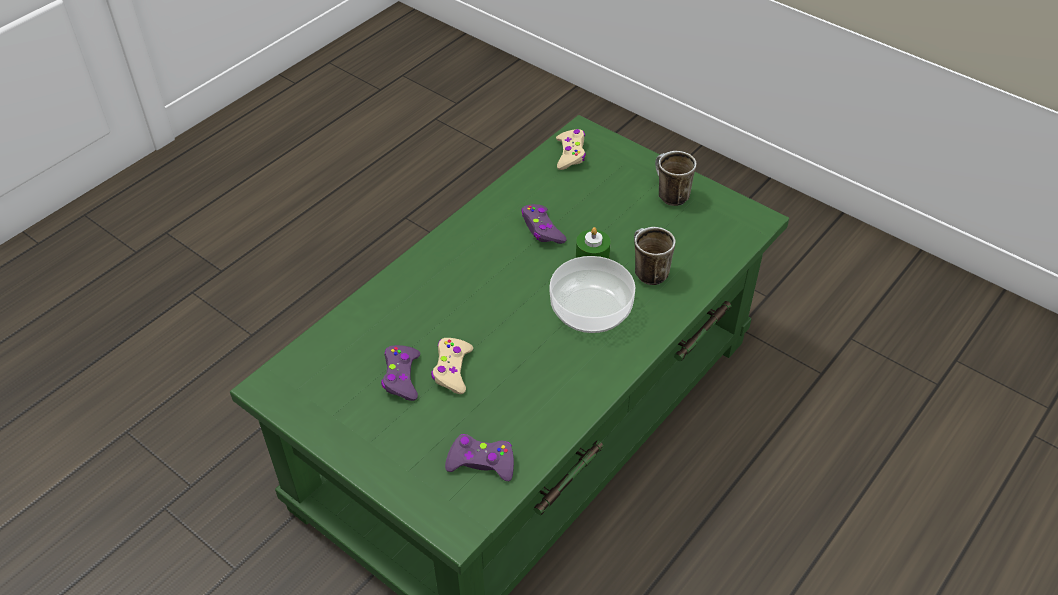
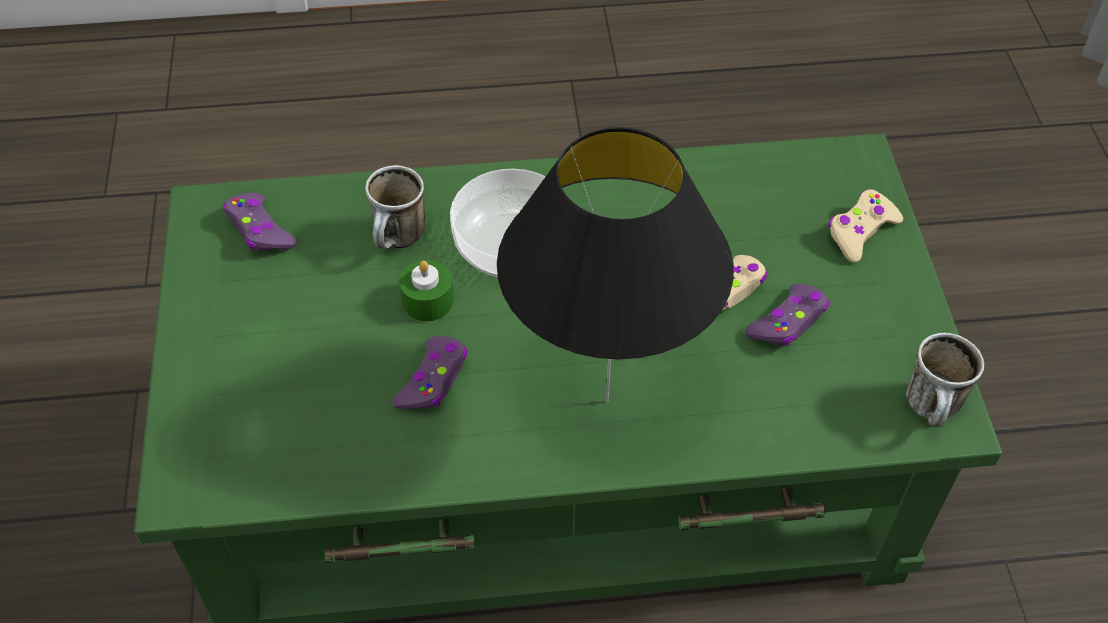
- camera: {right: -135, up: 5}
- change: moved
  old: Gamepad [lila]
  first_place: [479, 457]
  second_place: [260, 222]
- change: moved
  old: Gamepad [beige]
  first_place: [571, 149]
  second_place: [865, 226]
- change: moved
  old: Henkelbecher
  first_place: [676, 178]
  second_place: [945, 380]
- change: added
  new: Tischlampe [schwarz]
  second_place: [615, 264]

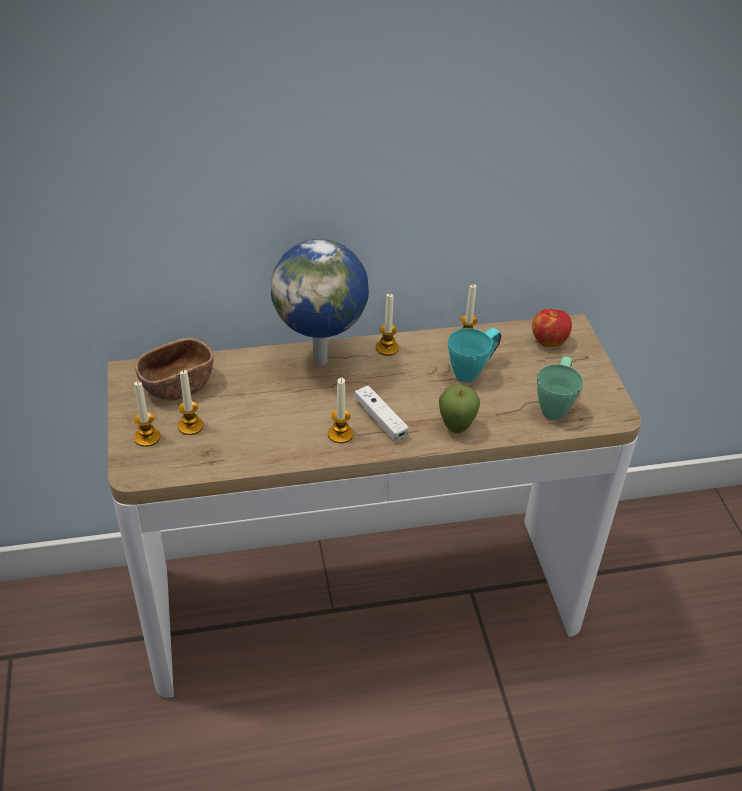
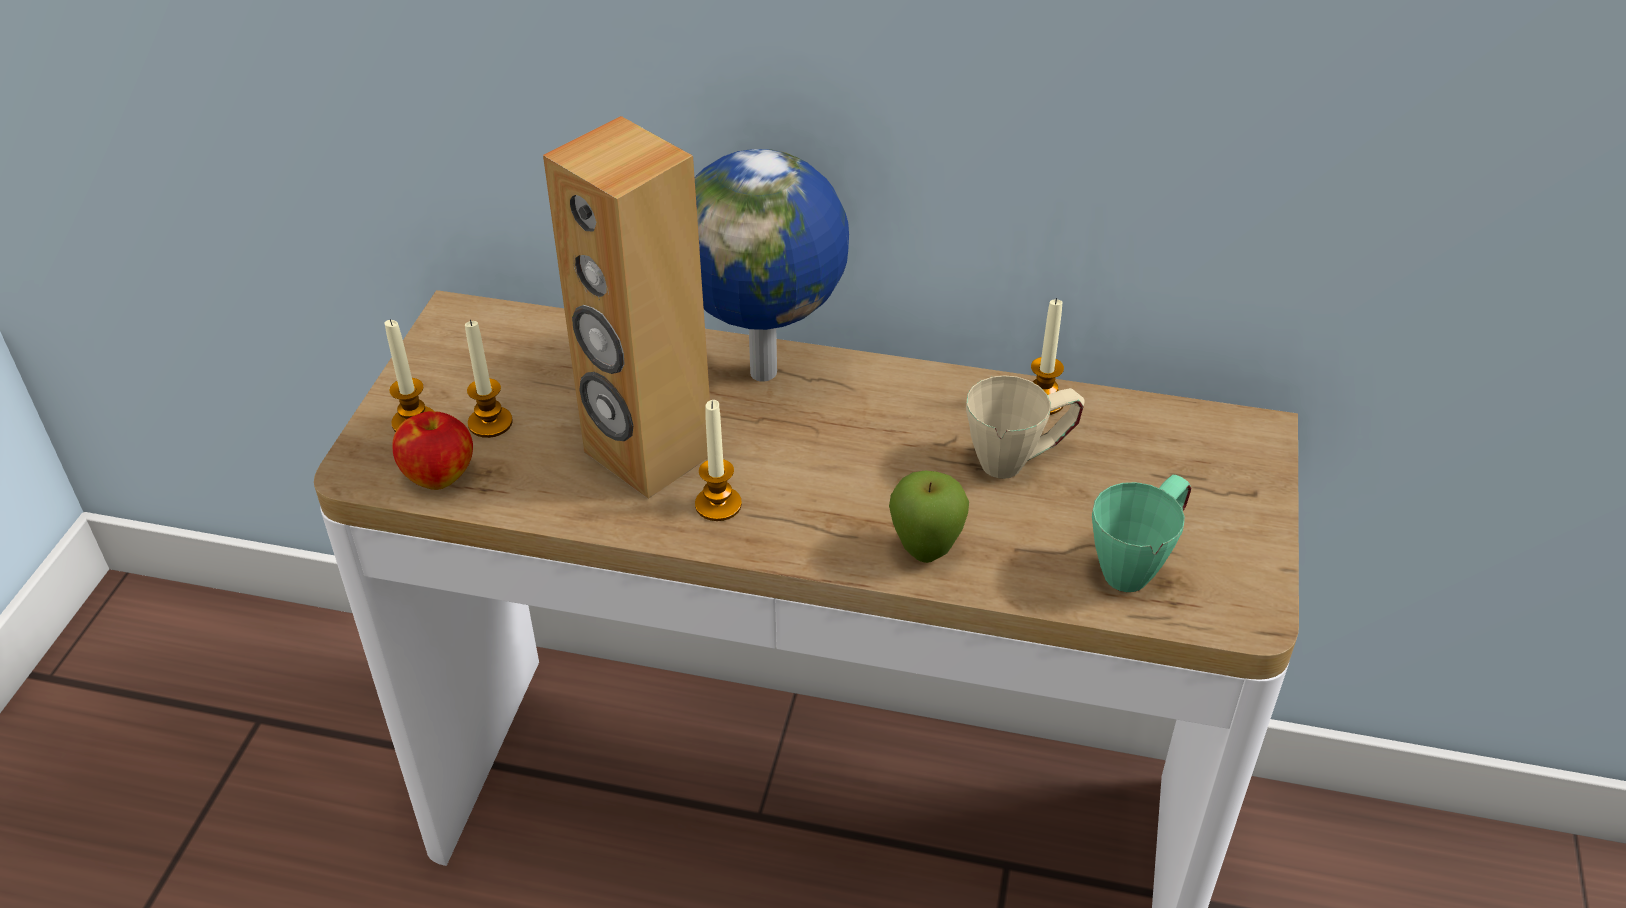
- camera: {right: 25, up: 0}
- change: removed
  old: Schüssel [braun]
  first_place: [174, 369]
- change: removed
  old: Gamepad [weiß]
  first_place: [382, 413]
- change: removed
  old: Kerze
  first_place: [387, 325]
- change: recoloured
  old: Henkelbecher [türkis]
  new: Henkelbecher [beige]
  first_place: [474, 355]
  second_place: [1025, 427]
- change: moved
  old: Apfel
  first_place: [552, 328]
  second_place: [432, 450]
- change: added
  new: Lautsprecher [braun]
  second_place: [626, 307]

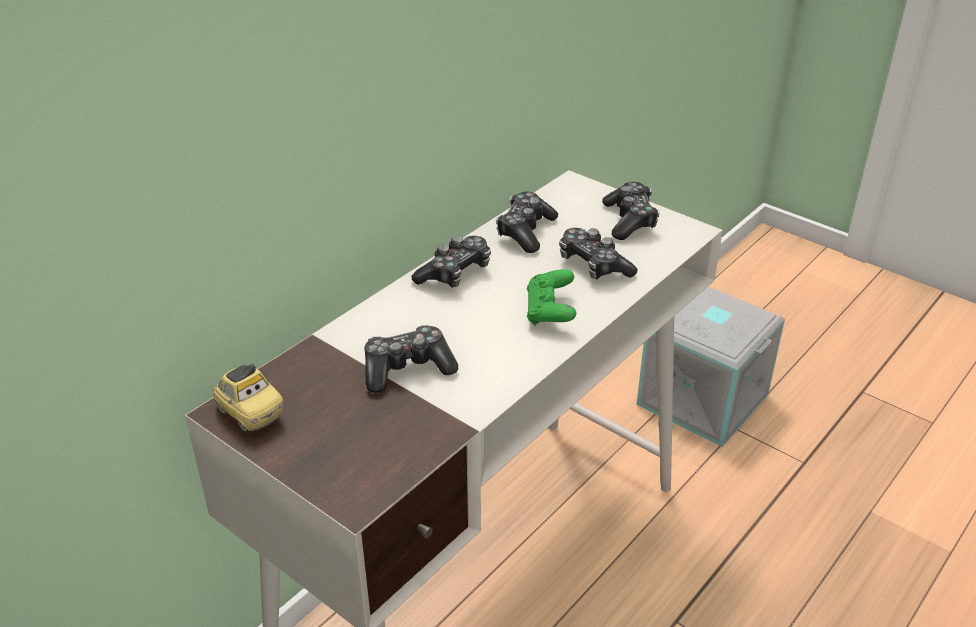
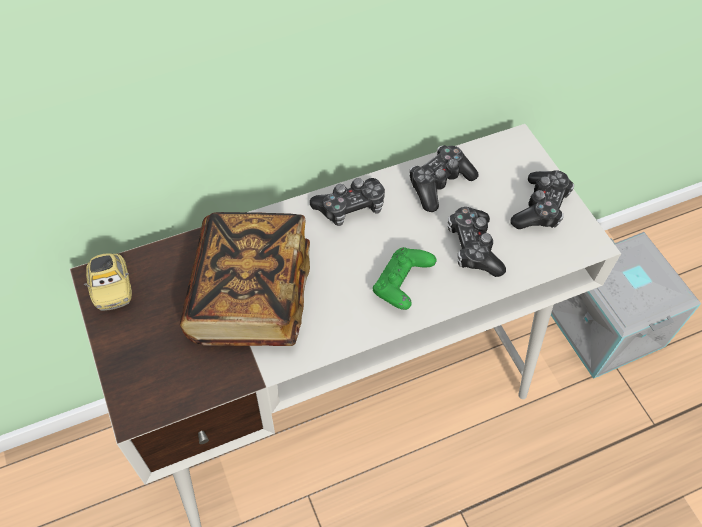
- camera: {right: 25, up: 20}
- change: replaced
  old: Gamepad
  new: Buch
  first_place: [411, 359]
  second_place: [245, 279]

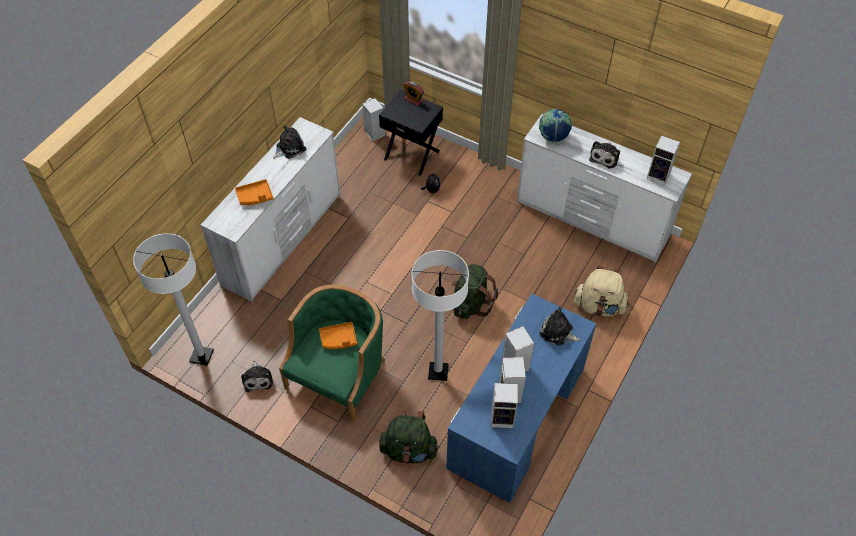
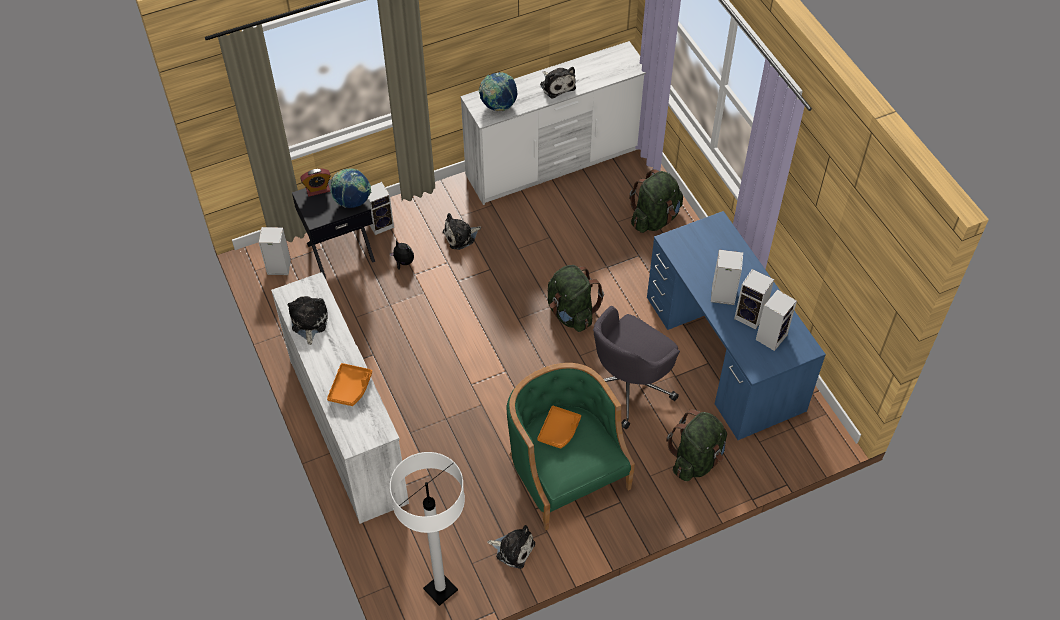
- camera: {right: -55, up: 0}
- change: replaced
  old: Stehlampe [weiß]
  new: Bürostuhl [grau]
  first_place: [440, 315]
  second_place: [636, 367]
- change: moved
  old: Plüschtier
  first_place: [560, 326]
  second_place: [462, 231]
- change: recoloured
  old: Rucksack [beige]
  new: Rucksack [grün]
  first_place: [602, 291]
  second_place: [656, 201]
- change: moved
  old: Lautsprecher
  first_place: [663, 161]
  second_place: [380, 208]
- change: added
  new: Globus
  second_place: [351, 188]

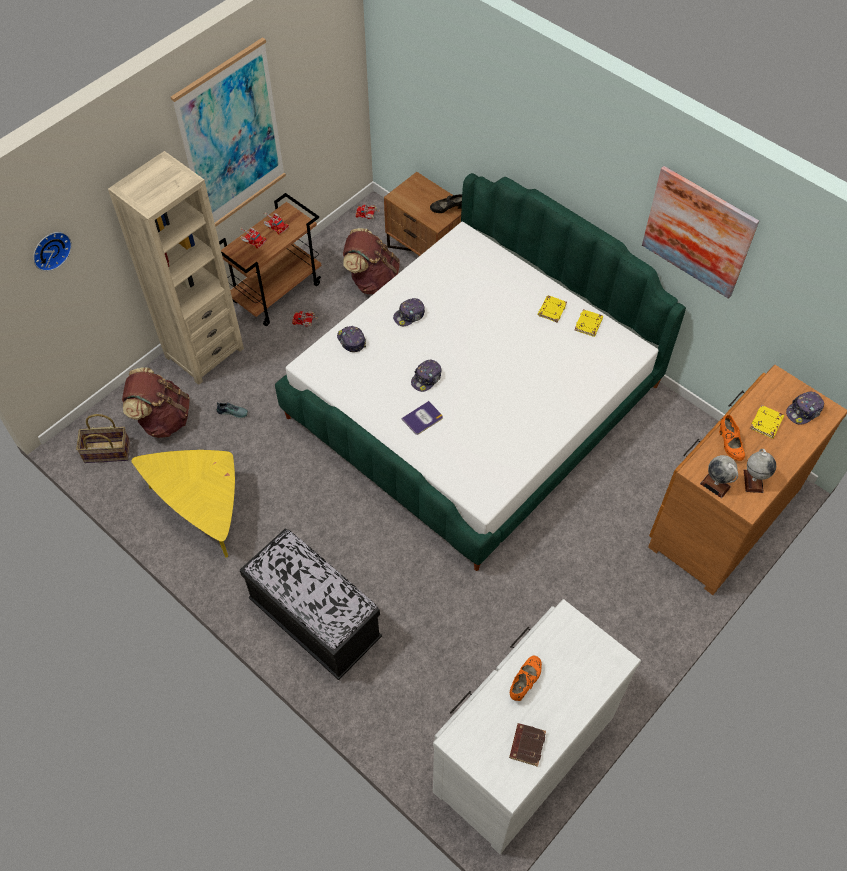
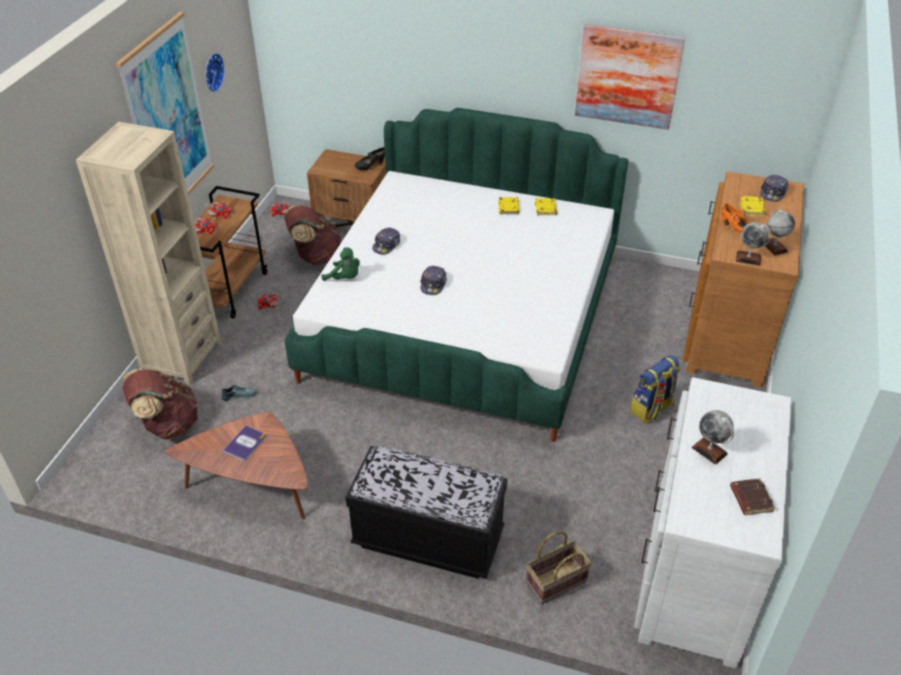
- camera: {right: -25, up: -15}
- change: moved
  old: Wanduhr
  first_place: [52, 251]
  second_place: [215, 72]
- change: moved
  old: Korb
  first_place: [103, 438]
  second_place: [558, 567]
- change: recoloured
  old: Couchtisch [gelb]
  new: Couchtisch [braun]
  first_place: [183, 504]
  second_place: [236, 465]
- change: replaced
  old: Kappe
  new: Plüschtier [grün]
  first_place: [351, 339]
  second_place: [340, 264]
- change: moved
  old: Buch
  first_place: [422, 418]
  second_place: [245, 443]
- change: replaced
  old: Schuh [orange]
  new: Globus
  first_place: [526, 678]
  second_place: [712, 437]
- change: added
  new: Rucksack
  second_place: [655, 389]

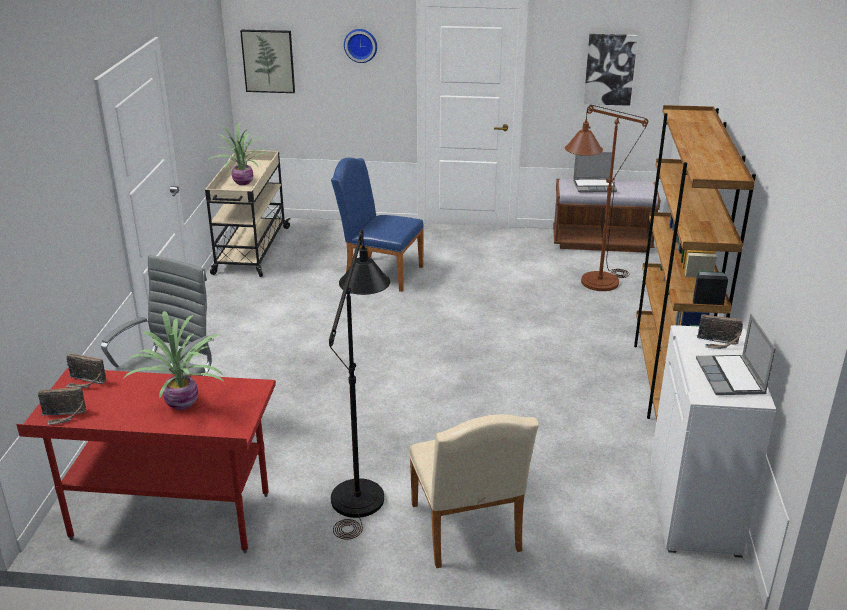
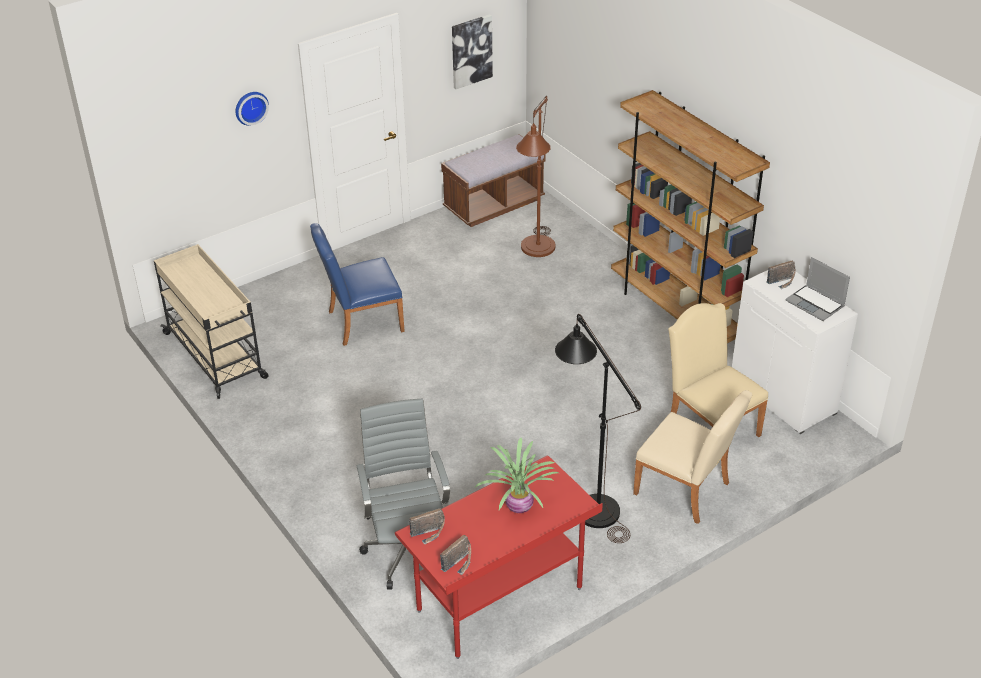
- camera: {right: -40, up: 10}
- change: removed
  old: Topfpflanze
  first_place: [236, 154]
- change: removed
  old: Bild
  first_place: [267, 61]
- change: removed
  old: Laptop
  first_place: [595, 172]
- change: added
  new: Stuhl [beige]
  second_place: [718, 370]

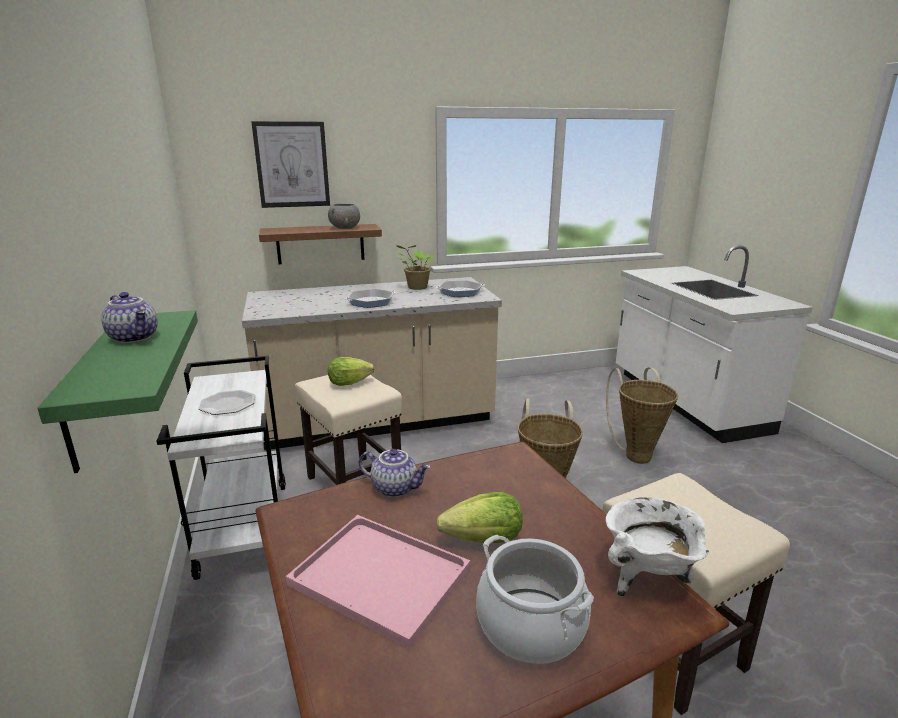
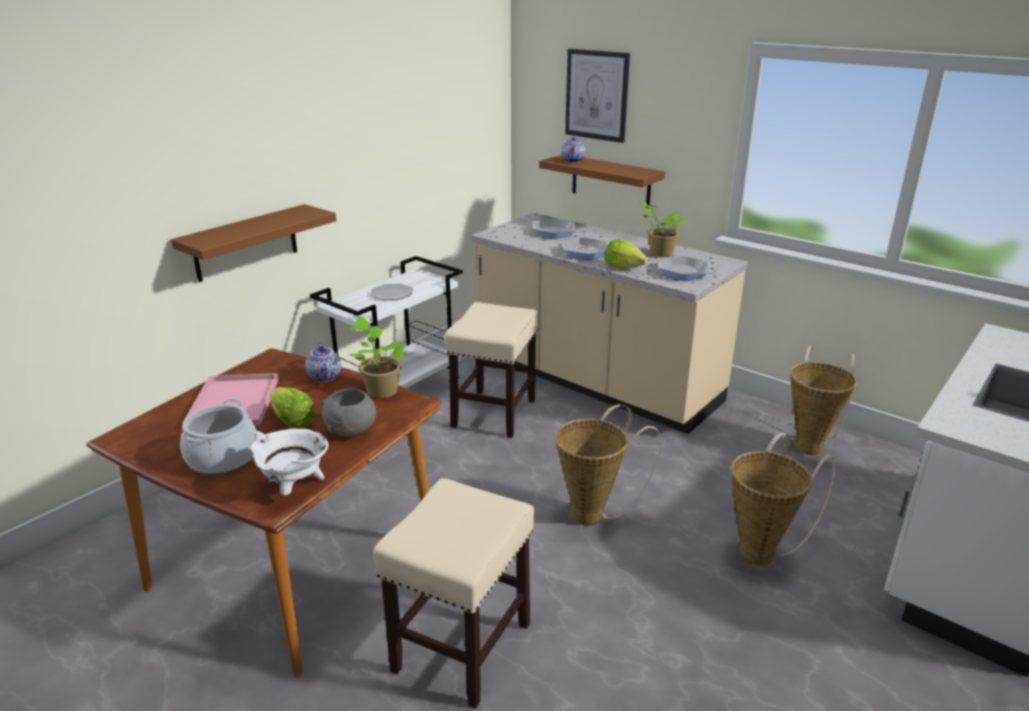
- camera: {right: 55, up: 5}
- change: recoloured
  old: Wandregal [grün]
  new: Wandregal [braun]
  first_place: [117, 391]
  second_place: [254, 243]
- change: moved
  old: Teekanne
  first_place: [129, 317]
  second_place: [573, 150]
- change: moved
  old: Schüssel [grau]
  first_place: [344, 216]
  second_place: [348, 412]
- change: moved
  old: Salatkopf
  first_place: [351, 371]
  second_place: [626, 254]
- change: added
  new: Topfpflanze
  second_place: [377, 357]
- change: added
  new: Pfanne
  second_place: [554, 229]
- change: added
  new: Korb
  second_place: [823, 400]

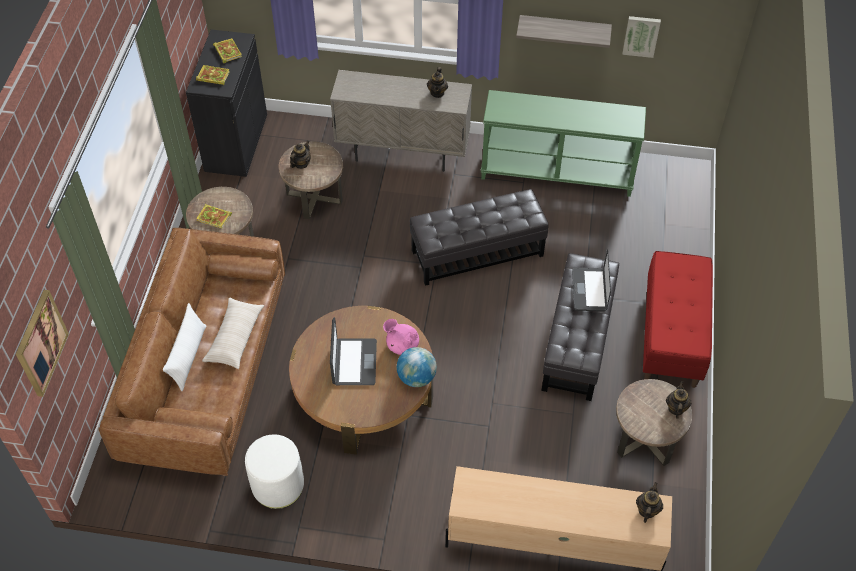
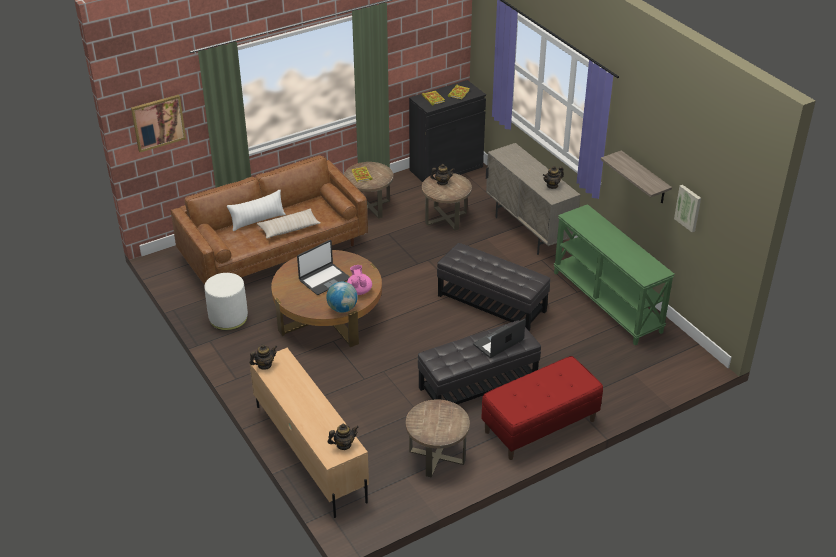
- camera: {right: 50, up: -15}
- change: moved
  old: Teekanne
  first_place: [679, 400]
  second_place: [263, 357]

